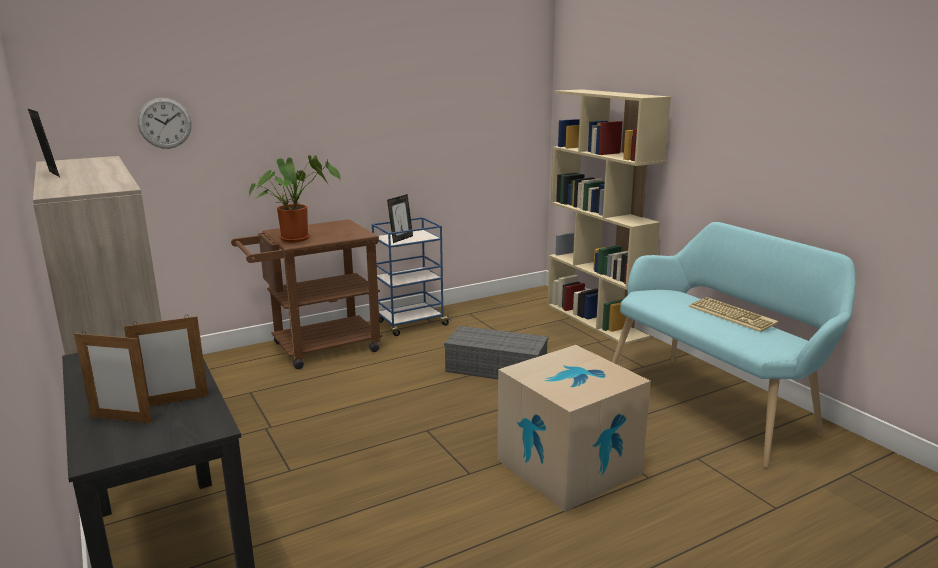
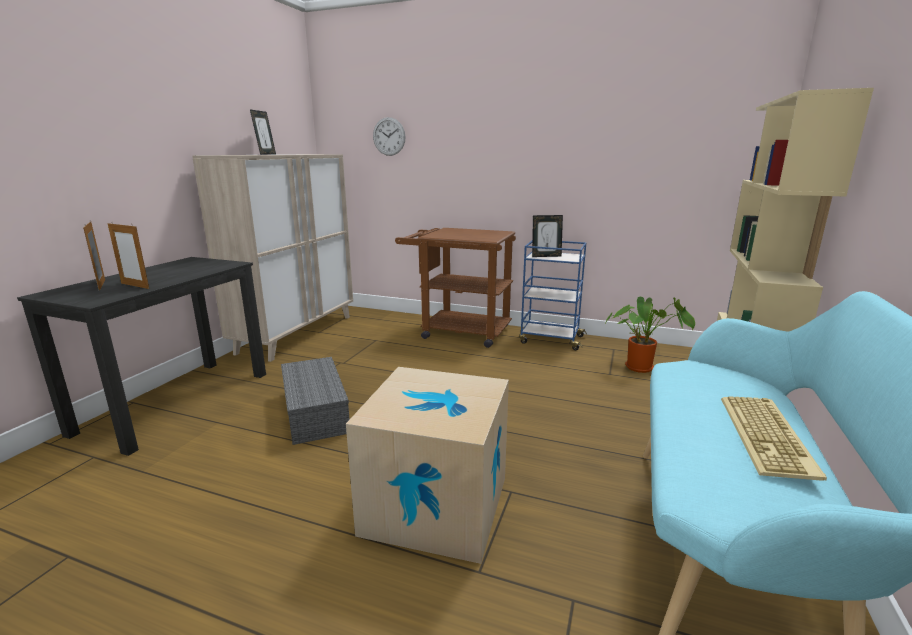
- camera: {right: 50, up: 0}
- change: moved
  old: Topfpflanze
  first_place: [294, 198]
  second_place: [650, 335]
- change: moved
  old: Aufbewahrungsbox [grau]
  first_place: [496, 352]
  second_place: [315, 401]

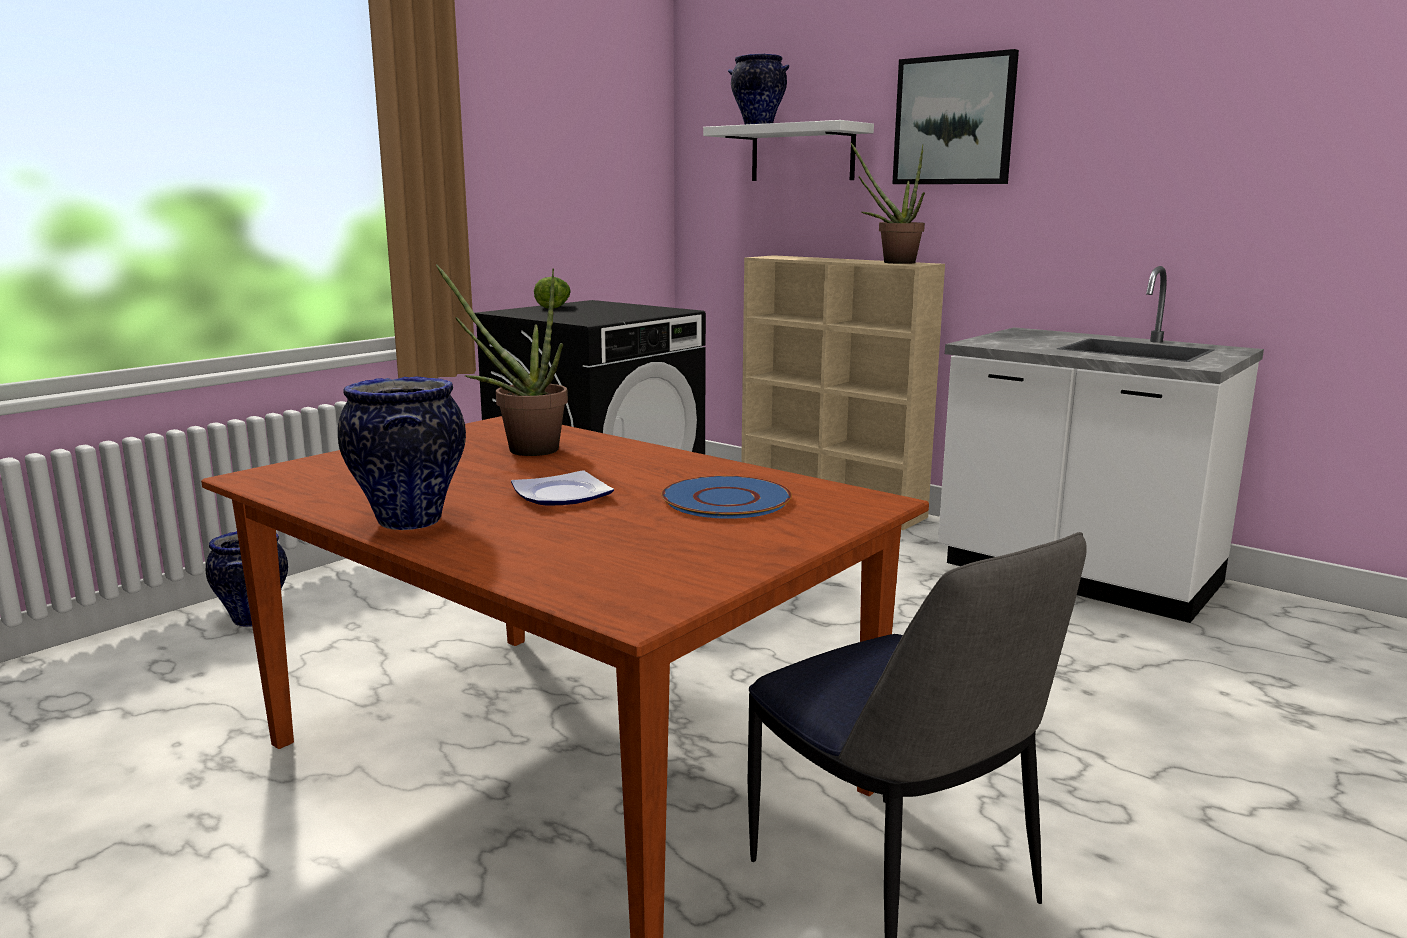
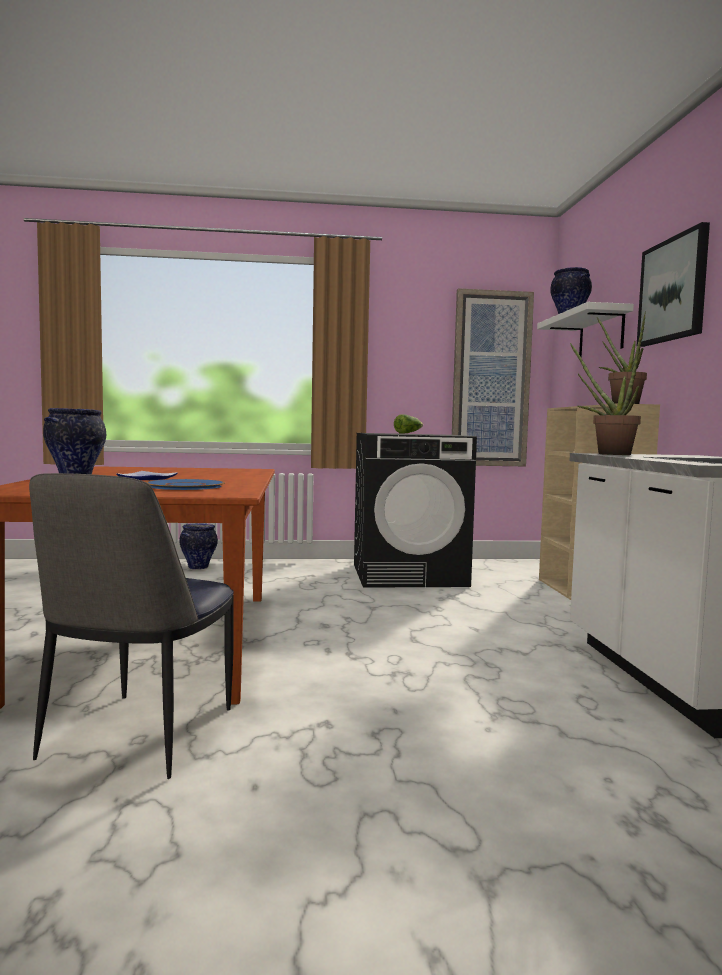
- camera: {right: 45, up: -10}
- change: moved
  old: Topfpflanze
  first_place: [502, 360]
  second_place: [605, 398]
- change: added
  new: Bild
  second_place: [493, 377]

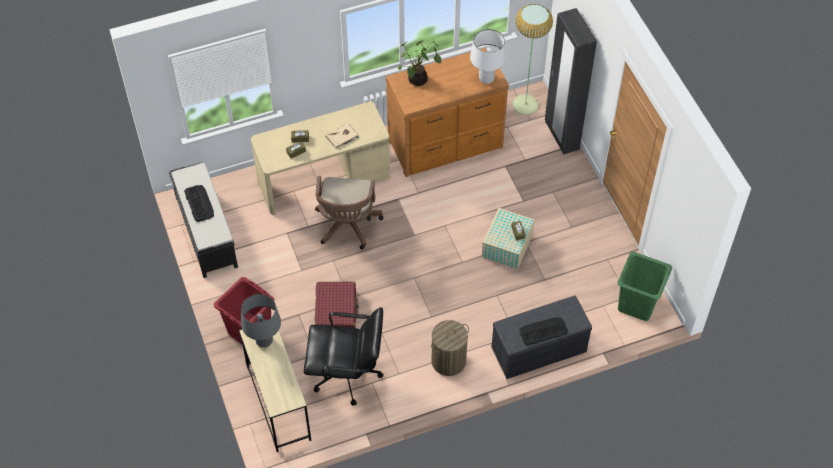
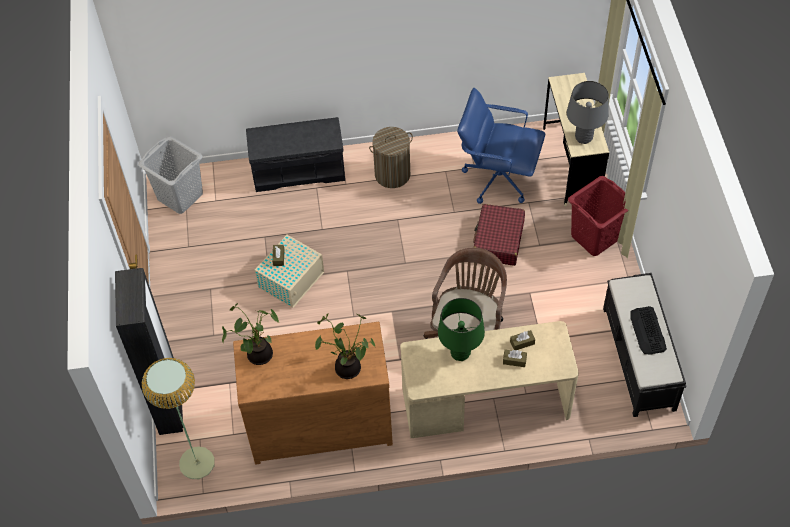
- camera: {right: -165, up: 0}
- change: recoloured
  old: Bürostuhl [schwarz]
  new: Bürostuhl [blau]
  first_place: [343, 356]
  second_place: [501, 146]
- change: replaced
  old: Buch [beige]
  new: Tischlampe [grün]
  first_place: [342, 136]
  second_place: [461, 329]
- change: replaced
  old: Tischlampe [weiß]
  new: Topfpflanze
  first_place: [488, 56]
  second_place: [250, 334]
- change: removed
  old: Tastatur
  first_place: [543, 331]
- change: recoloured
  old: Wäschekorb [grün]
  new: Wäschekorb [grau]
  first_place: [644, 286]
  second_place: [170, 175]

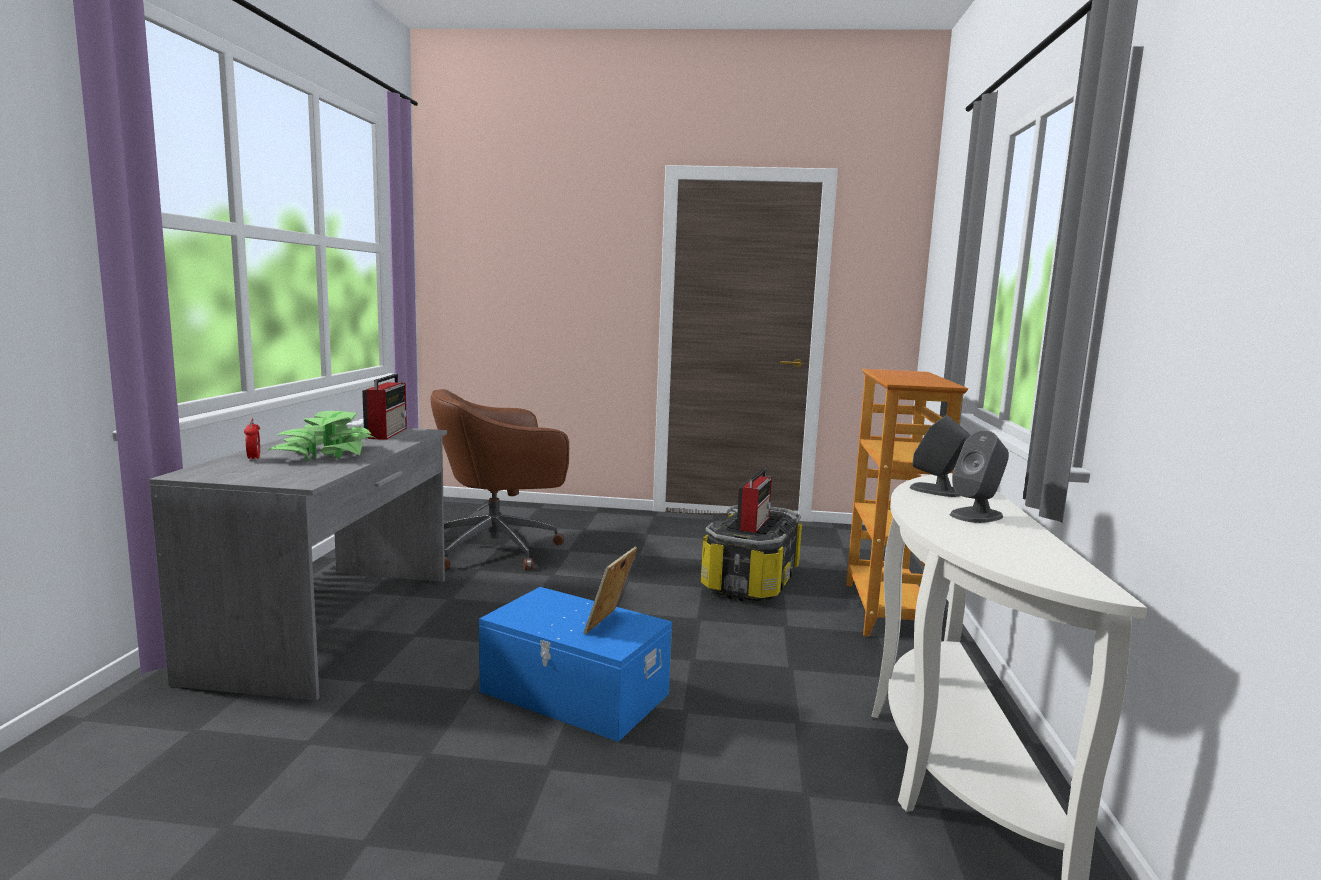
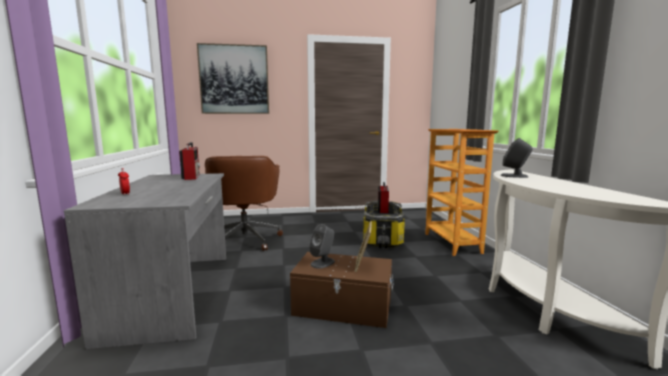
- camera: {right: -15, up: 0}
- change: removed
  old: Topfpflanze
  first_place: [322, 435]
- change: turned
  old: Bürostuhl [braun]
  first_place: [499, 479]
  second_place: [244, 203]
  degrees: -60
- change: recoloured
  old: Aufbewahrungsbox [blau]
  new: Aufbewahrungsbox [braun]
  first_place: [575, 664]
  second_place: [341, 290]
- change: moved
  old: Lautsprecher [grau]
  first_place: [979, 476]
  second_place: [322, 246]
- change: added
  new: Bild
  second_place: [233, 78]

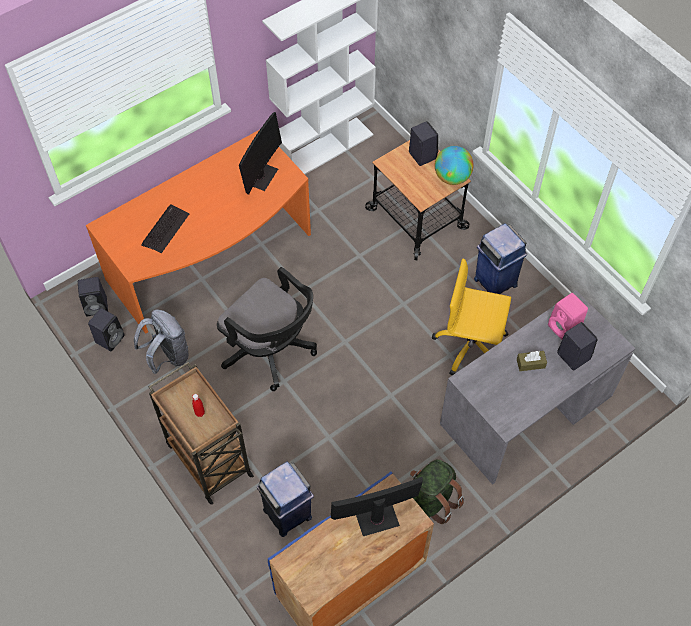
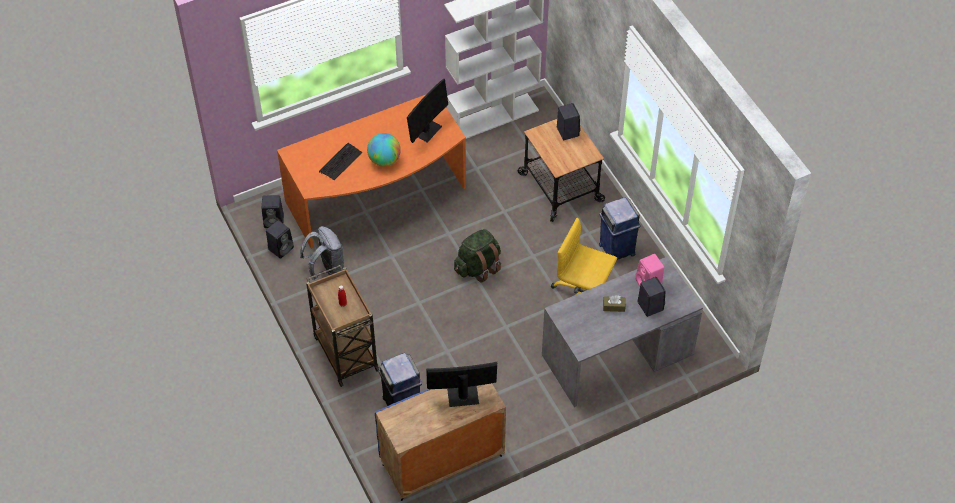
- camera: {right: 10, up: -5}
- change: removed
  old: Bürostuhl [schwarz]
  first_place: [267, 329]
- change: moved
  old: Rucksack [grün]
  first_place: [437, 491]
  second_place: [477, 256]
- change: moved
  old: Globus
  first_place: [454, 165]
  second_place: [384, 150]

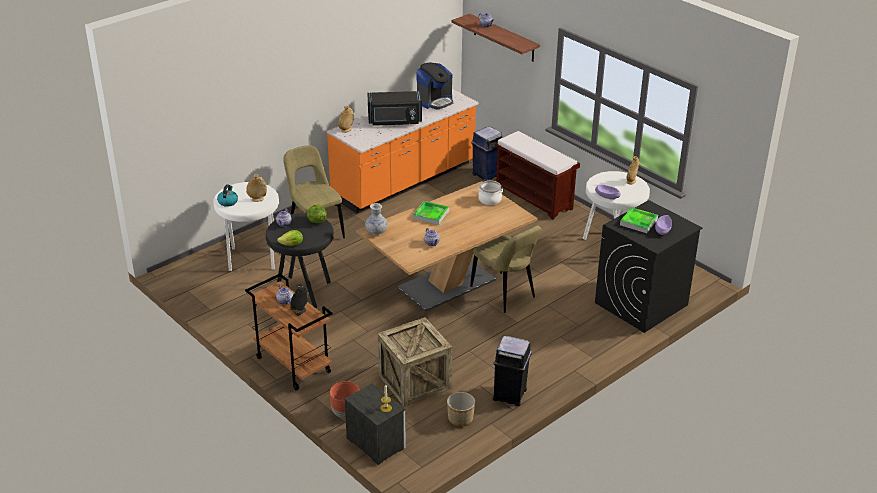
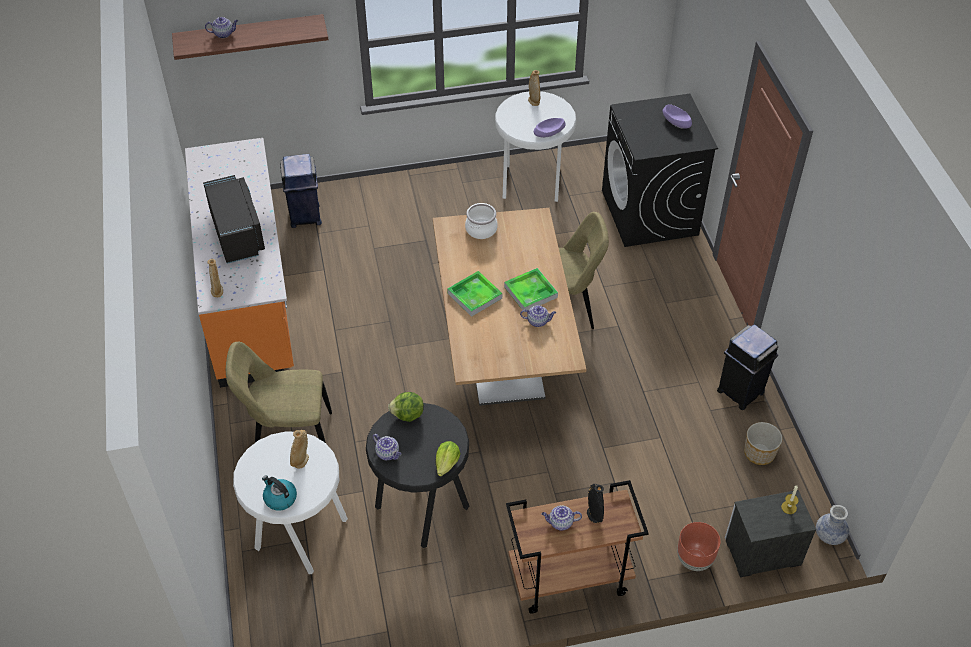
- camera: {right: -60, up: 15}
- change: moved
  old: Vase
  first_place: [376, 219]
  second_place: [832, 525]
- change: turned
  old: Mikrowelle [schwarz]
  first_place: [395, 108]
  second_place: [234, 219]
  degrees: -45
- change: removed
  old: Kiste
  first_place: [414, 362]
- change: removed
  old: Kaffeemaschine
  first_place: [434, 86]
- change: removed
  old: Bank [braun]
  first_place: [537, 175]
- change: moved
  old: Tablett
  first_place: [639, 220]
  second_place: [531, 290]

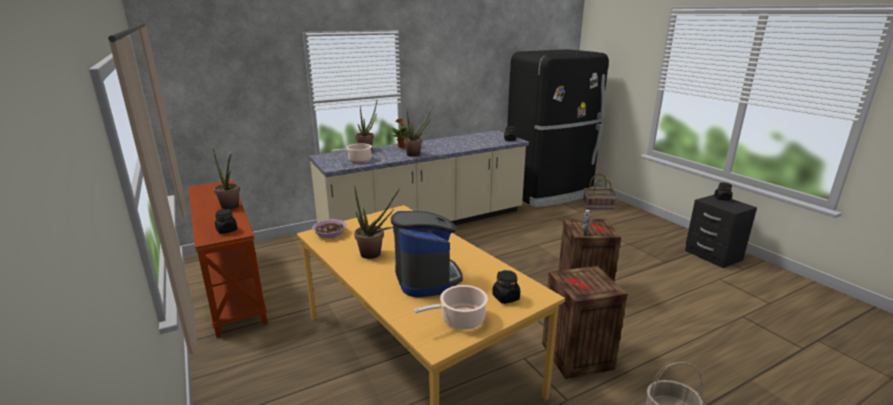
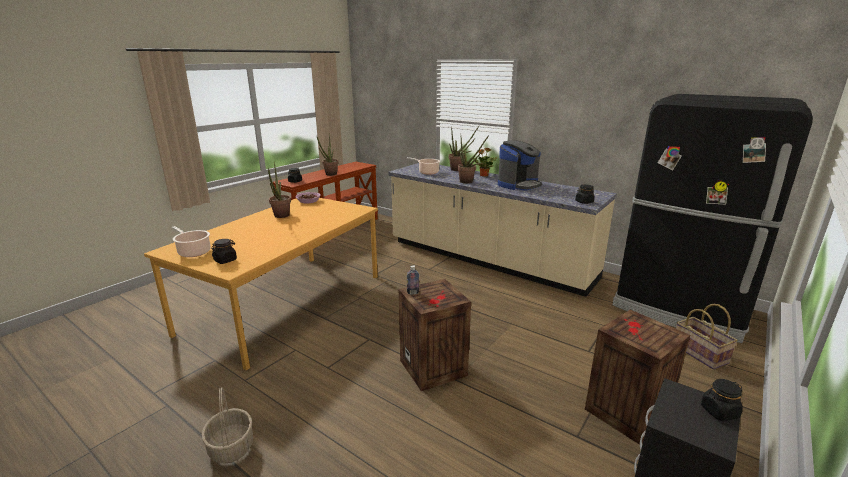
- camera: {right: 65, up: 0}
- change: moved
  old: Kaffeemaschine
  first_place: [427, 254]
  second_place: [520, 165]
- change: moved
  old: Kiste
  first_place: [584, 322]
  second_place: [637, 377]

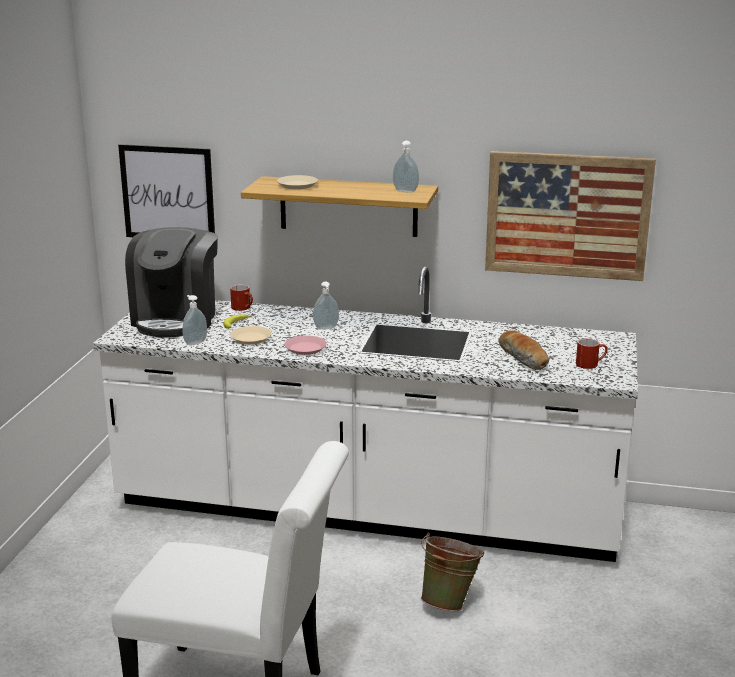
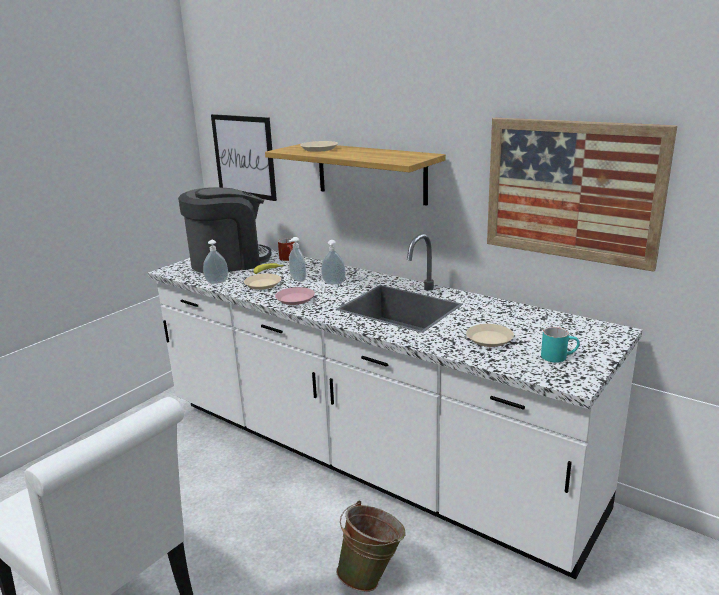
- camera: {right: 25, up: 0}
- change: turned
  old: Kaffeemaschine
  first_place: [171, 282]
  second_place: [225, 230]
  degrees: -150
- change: moved
  old: Seifenspender
  first_place: [406, 167]
  second_place: [297, 259]
- change: replaced
  old: Brot
  new: Teller [beige]
  first_place: [524, 350]
  second_place: [490, 335]
- change: recoloured
  old: Henkelbecher [rot]
  new: Henkelbecher [türkis]
  first_place: [592, 353]
  second_place: [560, 345]

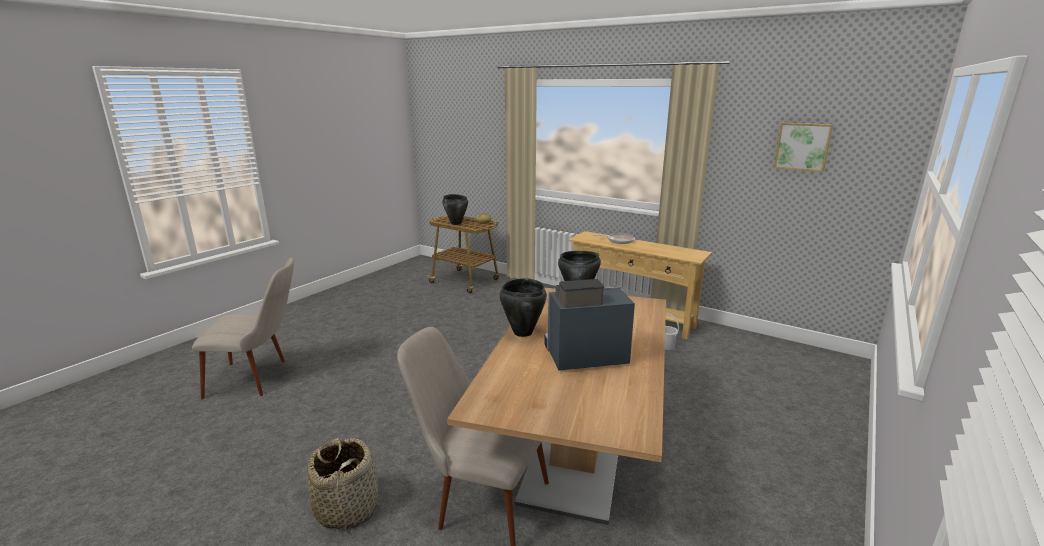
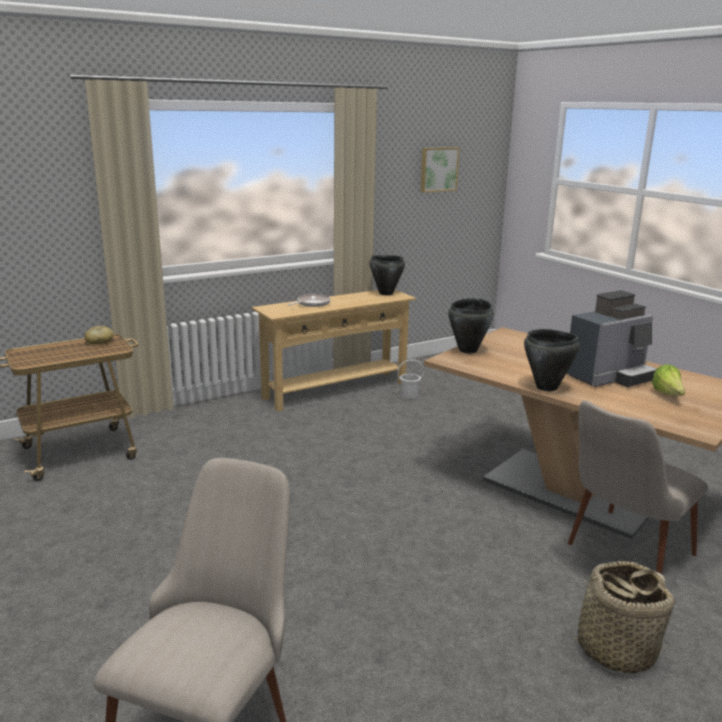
- camera: {right: -65, up: 0}
- change: moved
  old: Kochtopf [schwarz]
  first_place: [455, 209]
  second_place: [387, 275]
- change: turned
  old: Kaffeemaschine
  first_place: [589, 325]
  second_place: [611, 338]
  degrees: -135
- change: added
  new: Salatkopf
  second_place: [668, 380]

